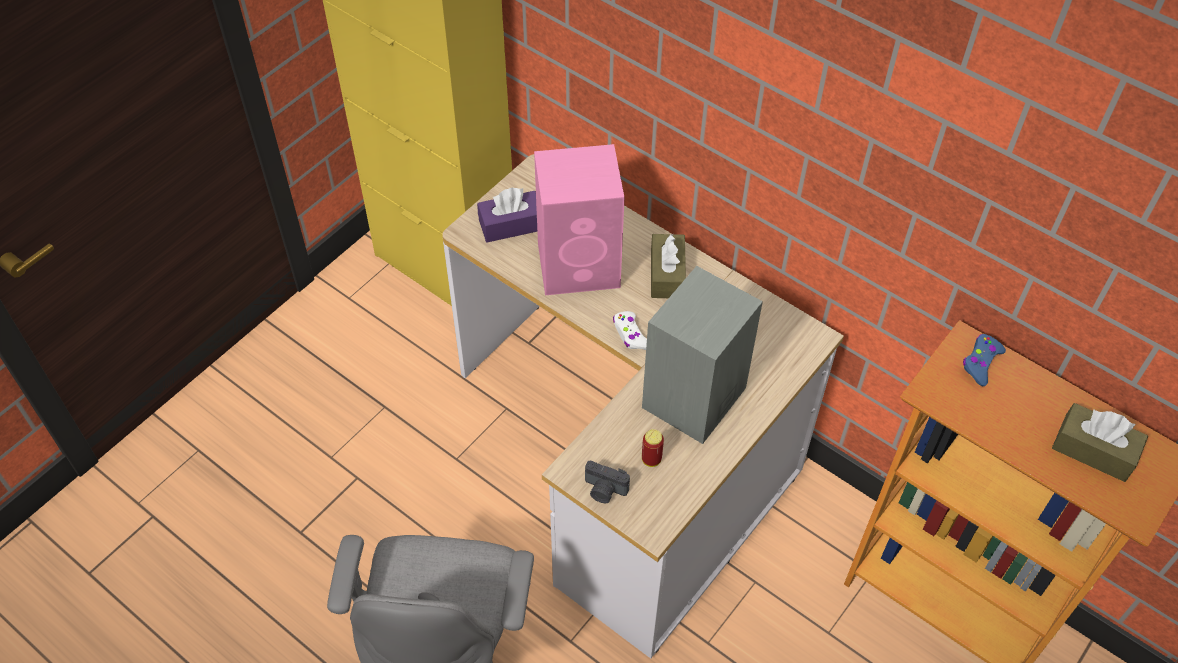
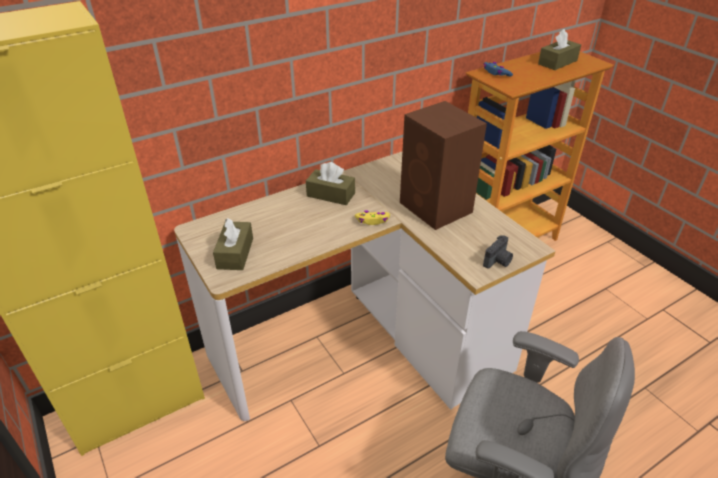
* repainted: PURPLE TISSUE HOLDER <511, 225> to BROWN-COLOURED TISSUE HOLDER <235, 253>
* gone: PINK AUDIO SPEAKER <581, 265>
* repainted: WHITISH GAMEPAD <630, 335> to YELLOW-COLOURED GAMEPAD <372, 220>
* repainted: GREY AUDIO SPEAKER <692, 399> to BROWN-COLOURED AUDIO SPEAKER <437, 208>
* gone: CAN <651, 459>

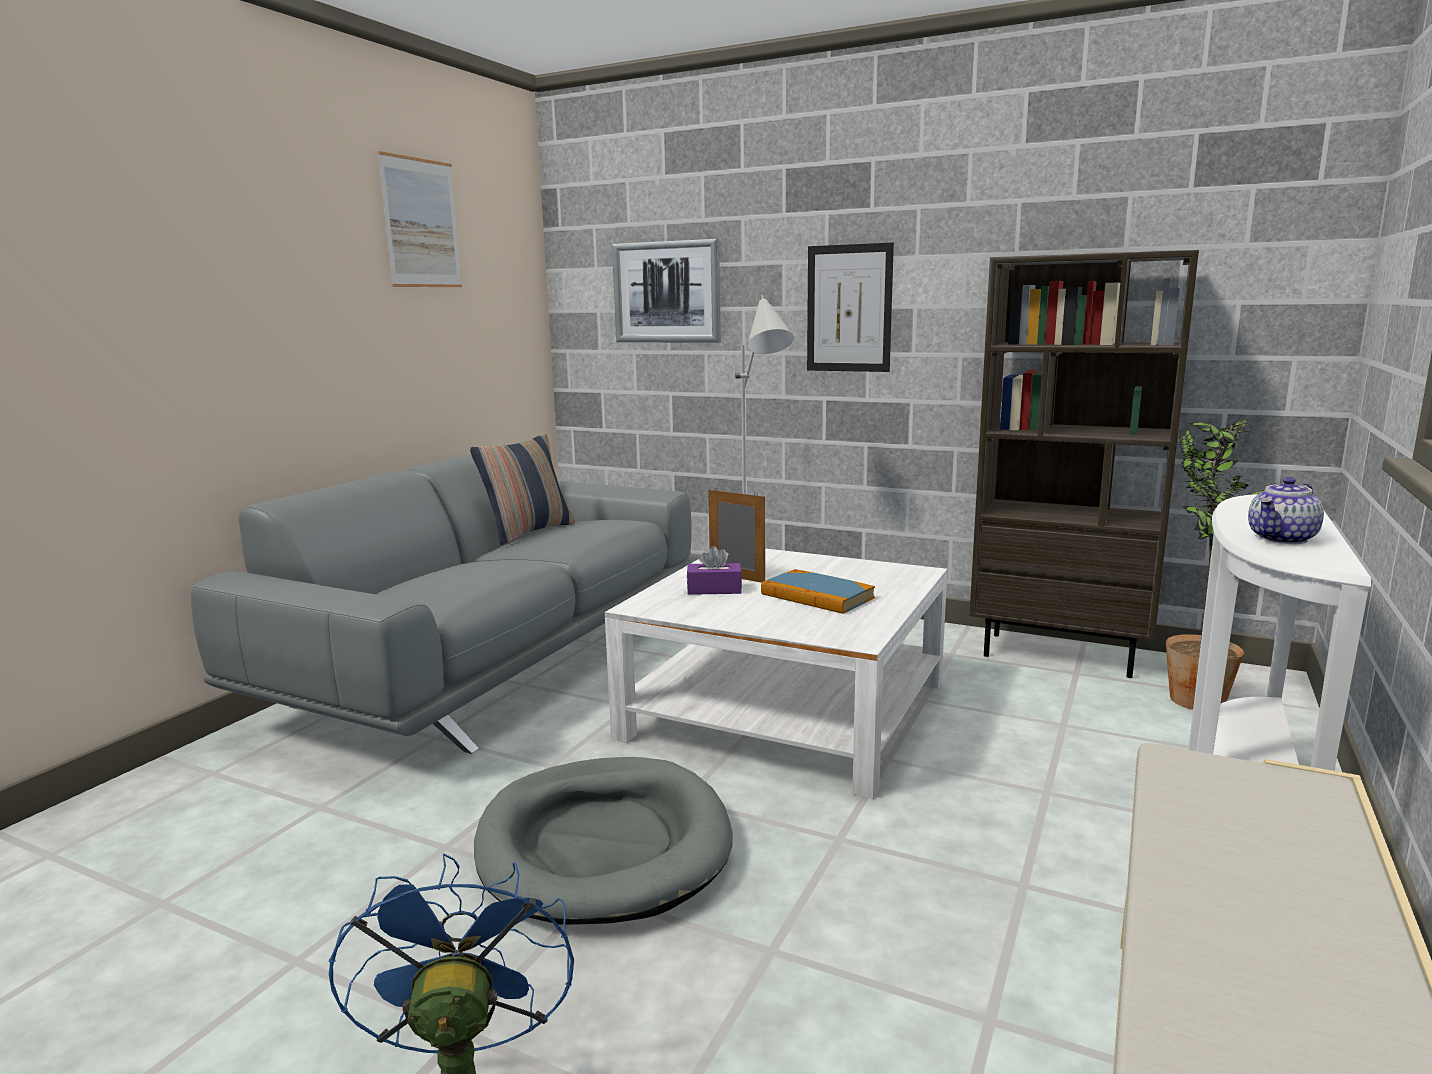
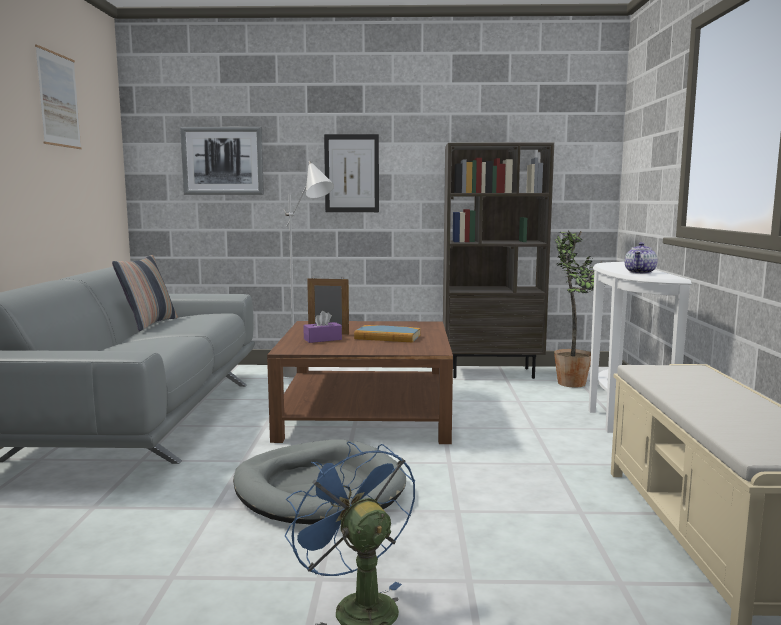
* repainted: WHITISH COFFEE TABLE <786, 709> to BROWN-COLOURED COFFEE TABLE <365, 414>

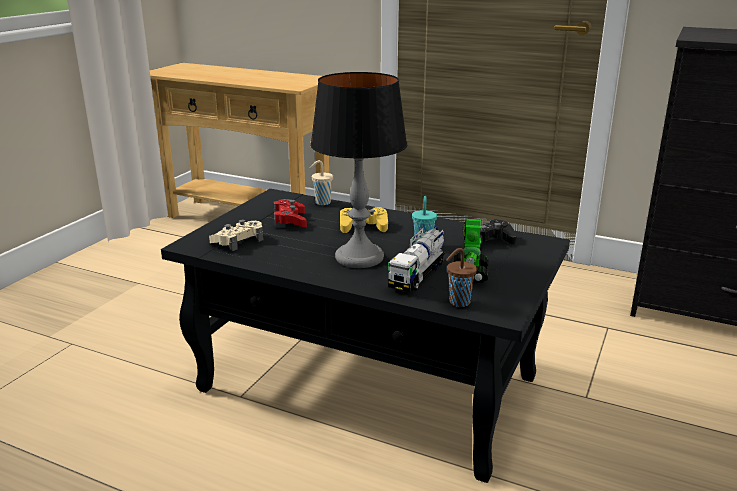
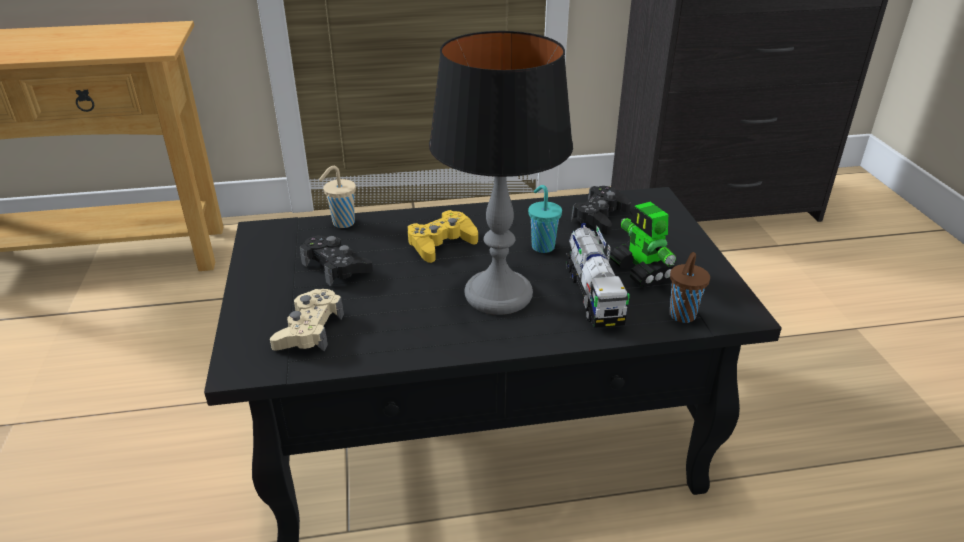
* repainted: RED-COLOURED GAMEPAD <290, 220> to BLACK GAMEPAD <336, 266>

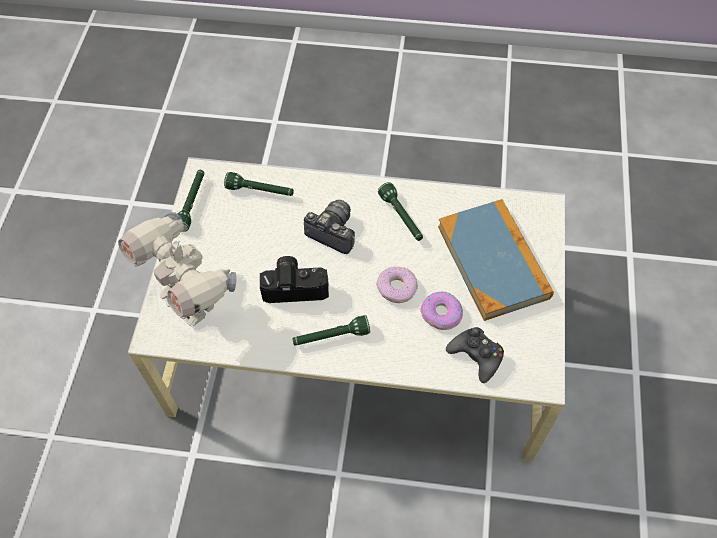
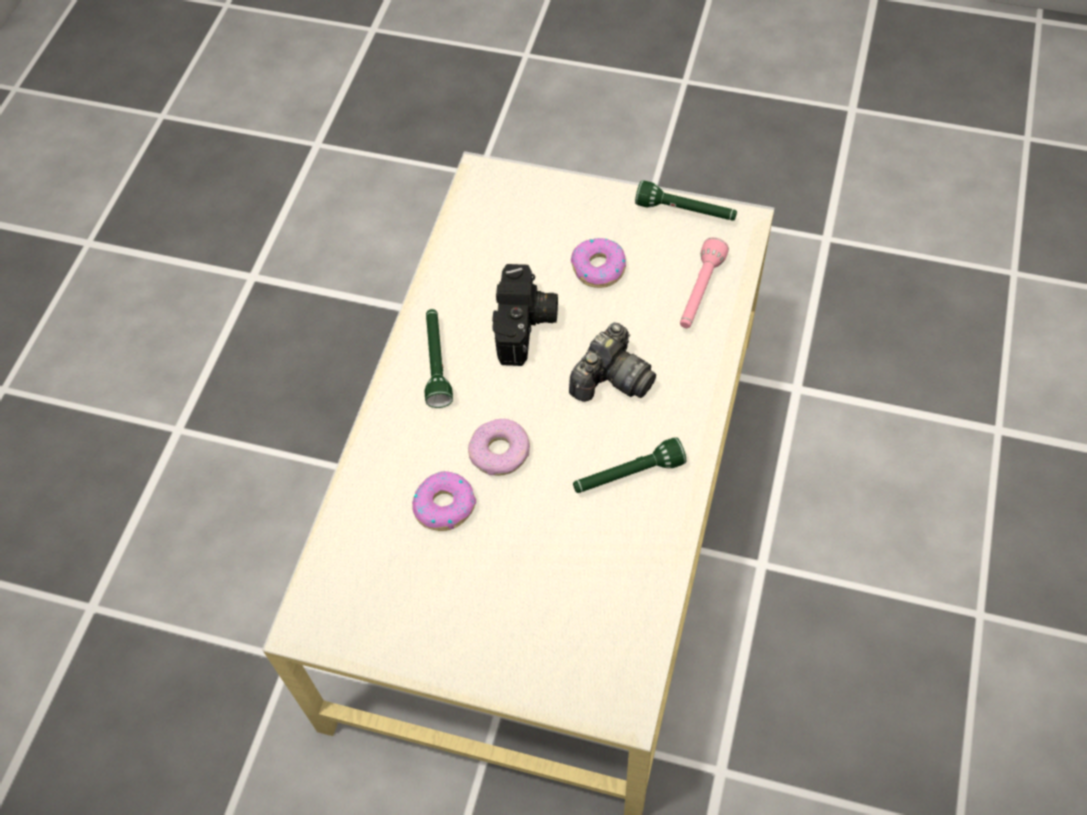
* gone: ROBOT FIGURE <191, 300>
* repainted: GREEN HAND TORCH <260, 191> to PINK HAND TORCH <700, 292>
* gone: VOLUME <493, 261>
* gone: BLACK GAMEPAD <476, 356>
* new: DONUT <598, 268>

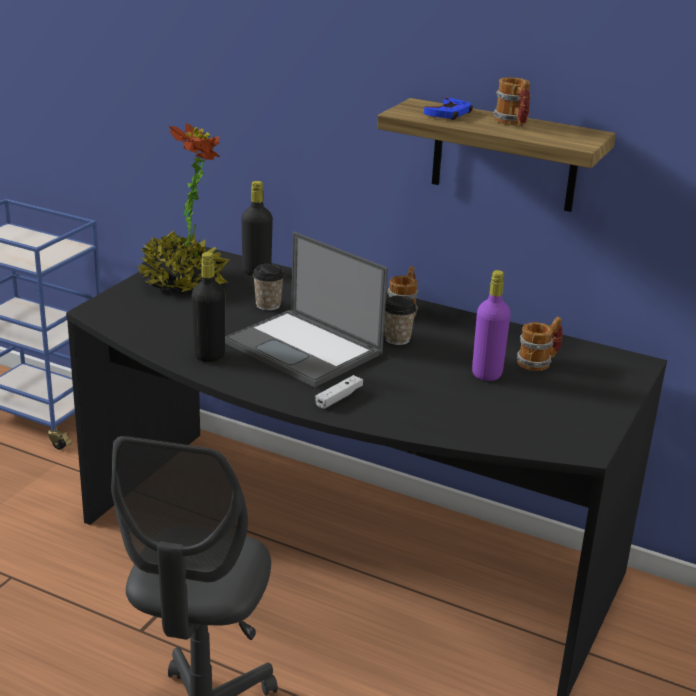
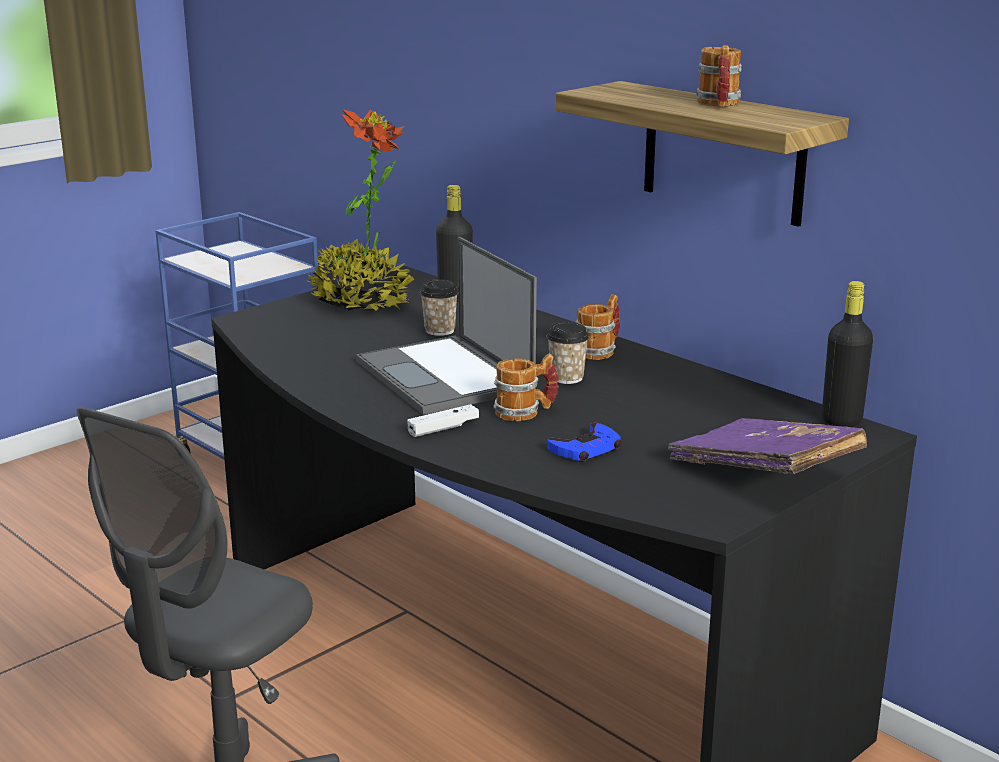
* shifted: BLACK BEVERAGE BOTTLE <209, 356> to <841, 420>
* shifted: BLUISH GAMEPAD <449, 113> to <586, 449>
* gone: PURPLE BEVERAGE BOTTLE <486, 374>
* shifted: TEA MUG <539, 362> to <526, 412>
* new: PURPLE VOLUME <764, 473>

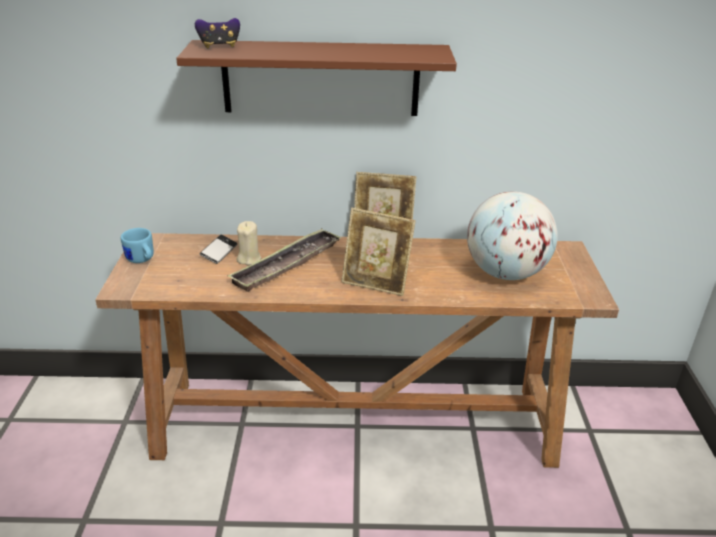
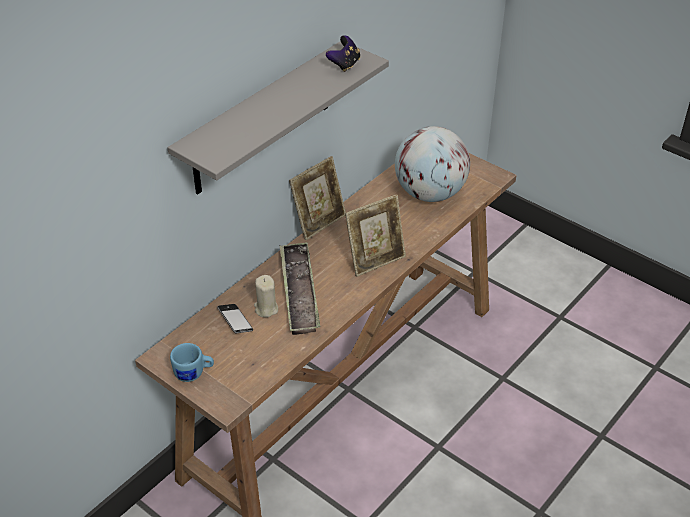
* repainted: BROWN-COLOURED BRACKET SHELF <320, 78> to GREY BRACKET SHELF <262, 119>
* shifted: GAMEPAD <219, 46> to <344, 65>

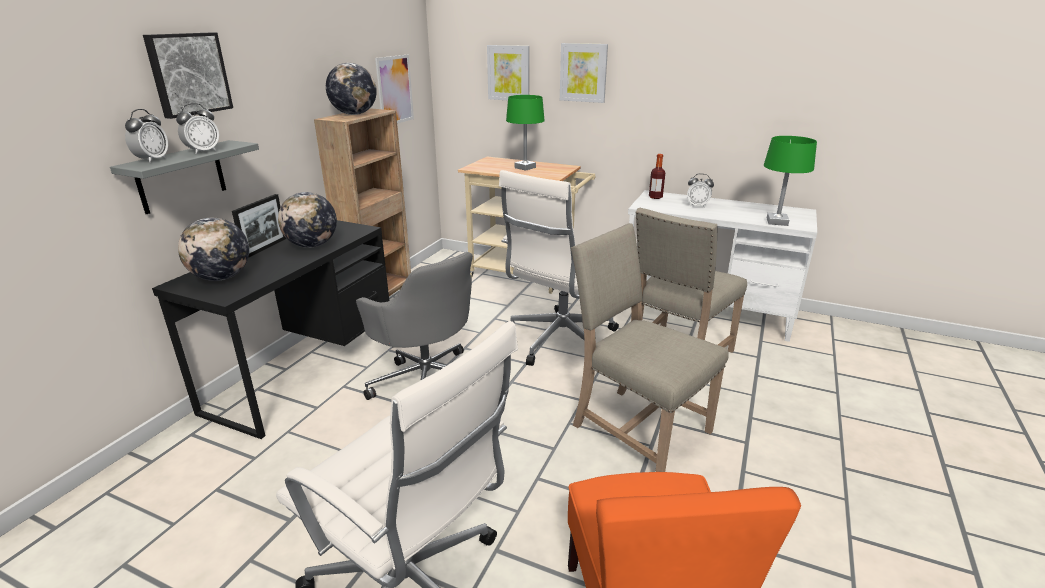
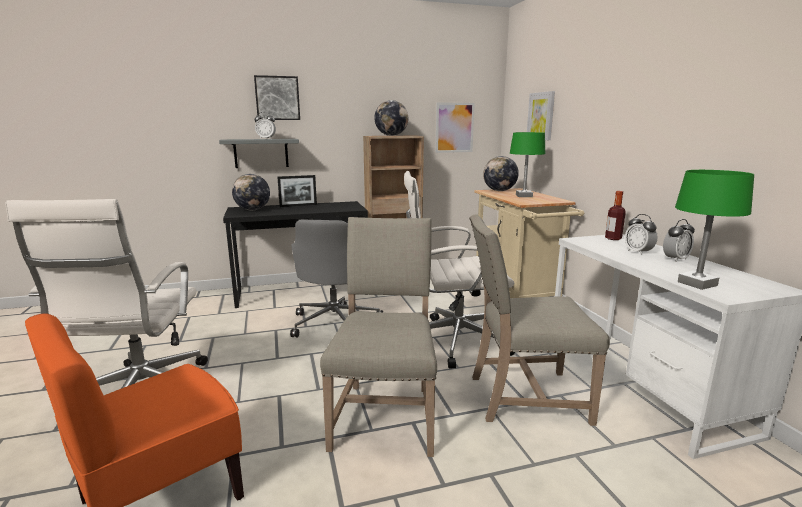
* shifted: ALARM CLOCK <152, 160> to <675, 259>
* shifted: GLOBE <312, 245> to <499, 191>
* gone: WALL ART <583, 72>

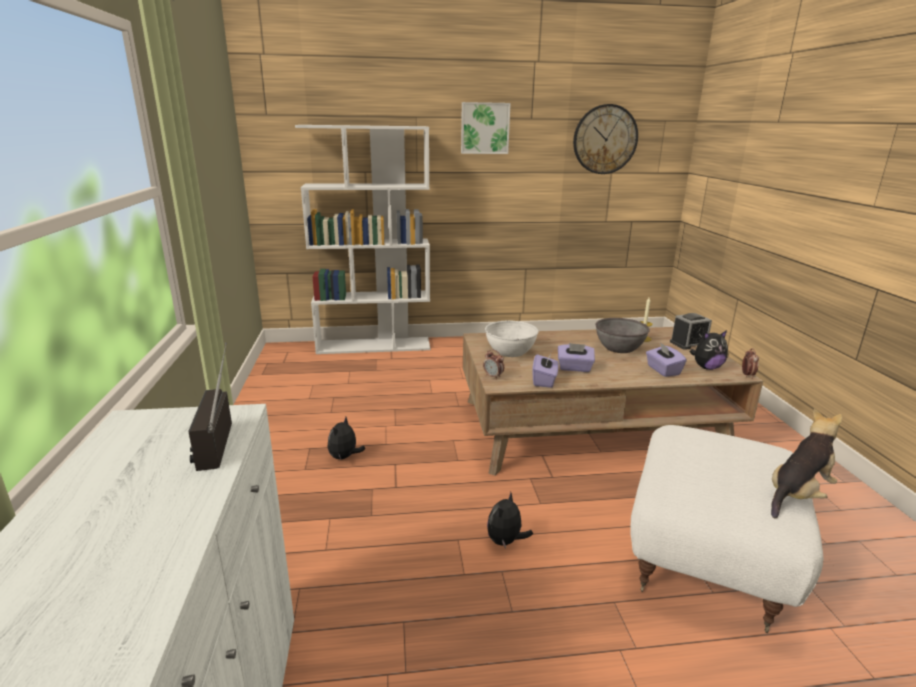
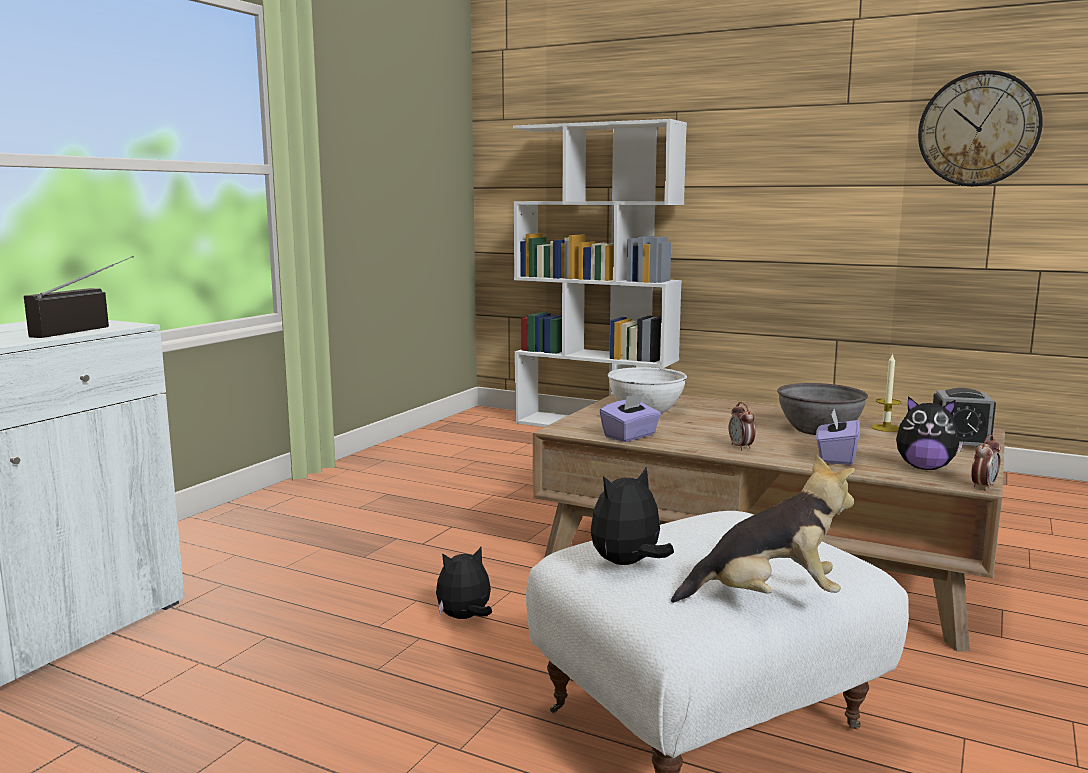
* shifted: PLUSH TOY <344, 457> to <627, 564>
* gone: WALL ART <484, 128>
* shifted: ALARM CLOCK <493, 376> to <741, 447>
* gone: PURPLE TISSUE HOLDER <574, 368>

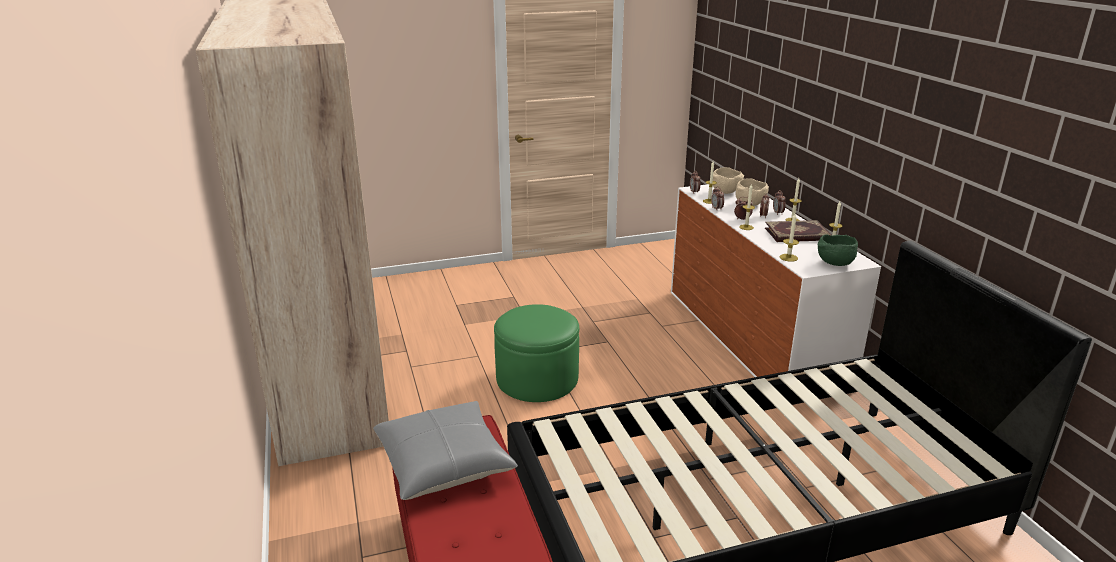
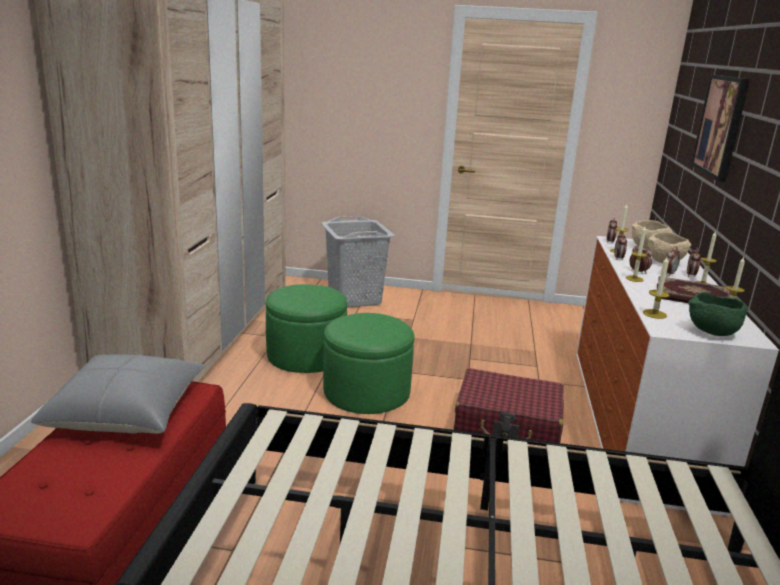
* new: GREEN OTTOMAN <306, 355>
* new: GREY LAUNDRY BASKET <355, 299>
* new: RED-COLOURED PIECE OF LUGGAGE <508, 425>
* new: WALL ART <721, 126>

